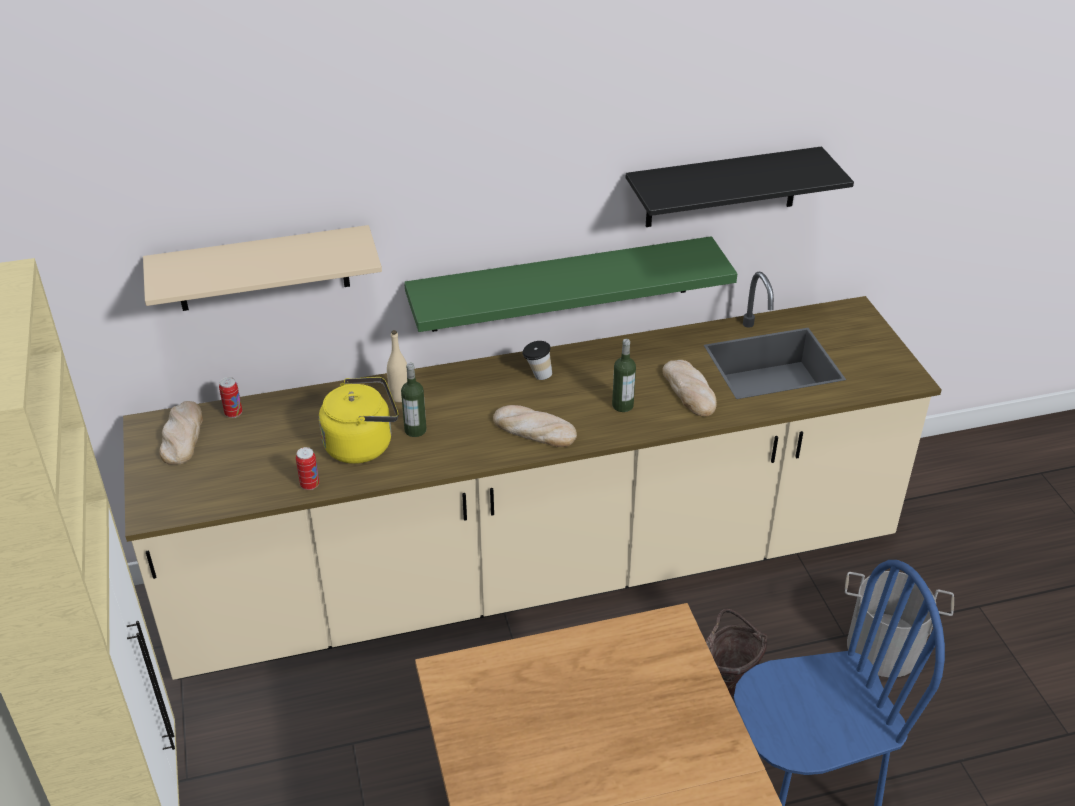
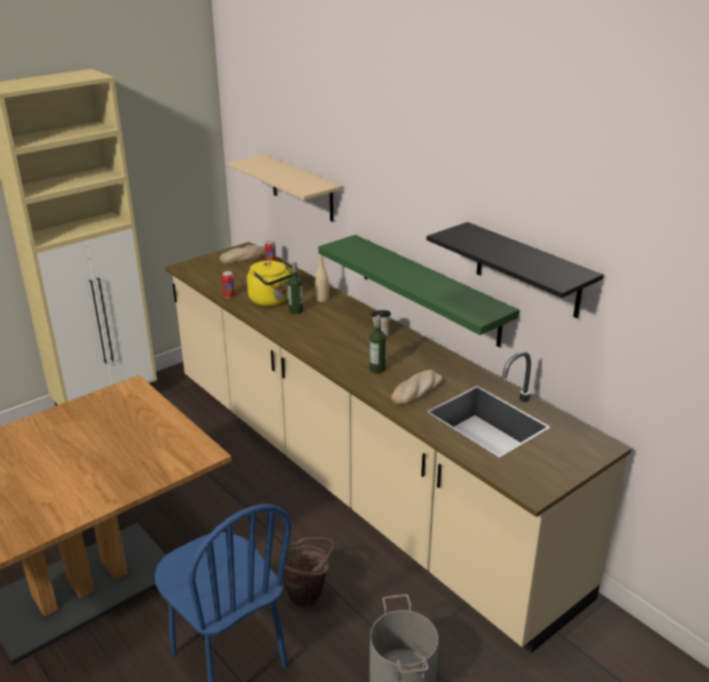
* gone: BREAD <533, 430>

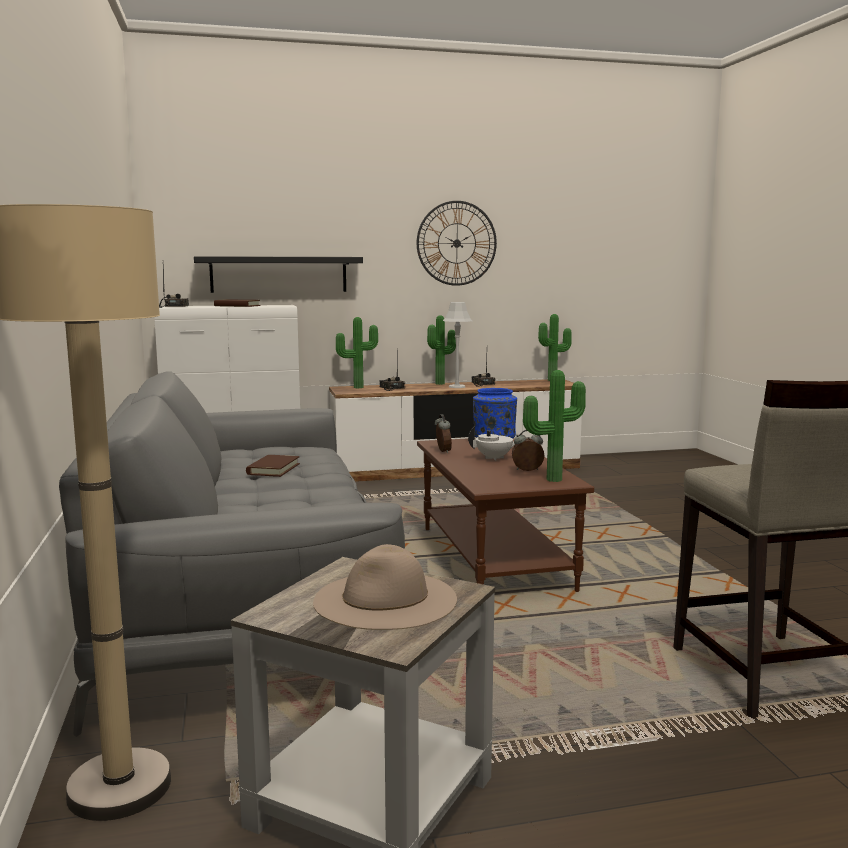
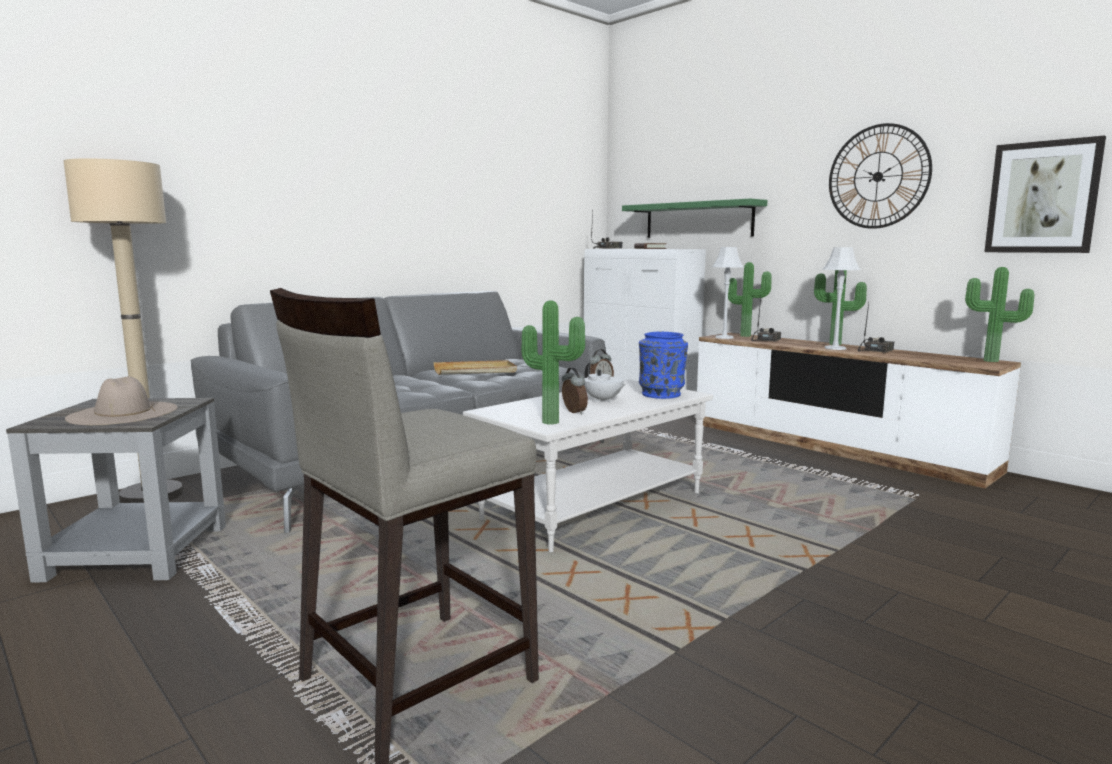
* repainted: BLACK BRACKET SHELF <279, 274> to GREEN BRACKET SHELF <698, 220>
* swapped: BROWN-COLOURED VOLUME <273, 469> to BEIGE TRAY <475, 371>
* repainted: BROWN-COLOURED COFFEE TABLE <492, 558> to WHITISH COFFEE TABLE <593, 505>
* new: GREY TABLE LAMP <724, 337>
* new: WALL ART <1042, 197>

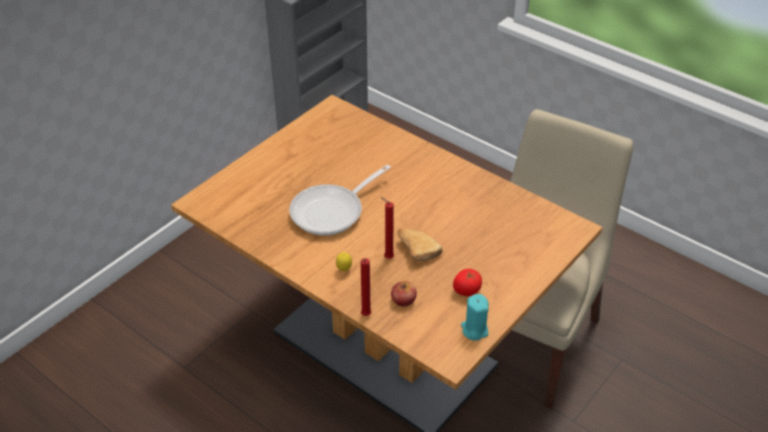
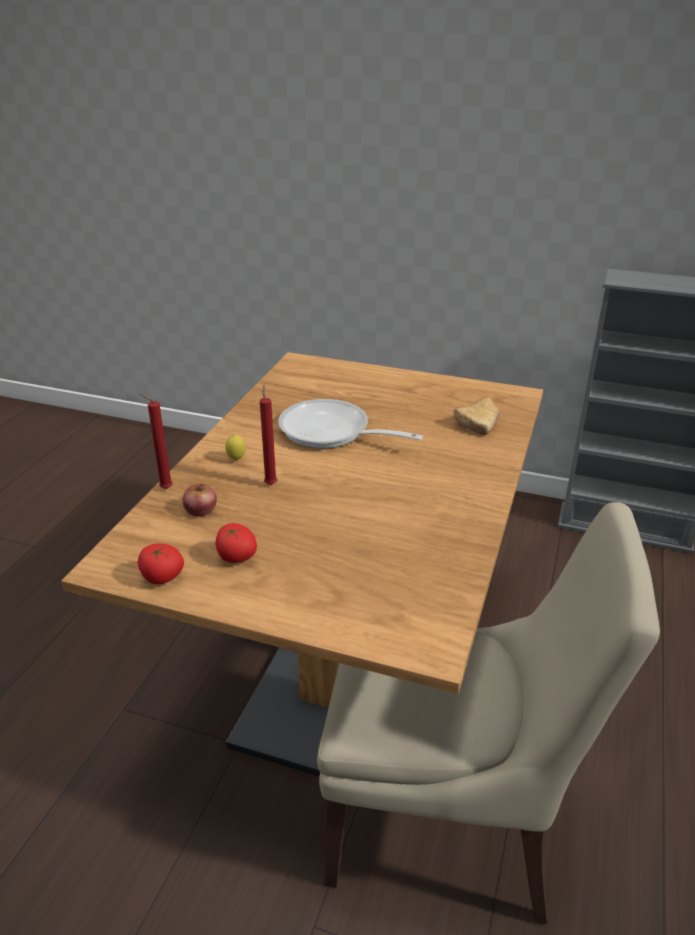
* shifted: BREAD <416, 249> to <480, 422>
* swapped: BLUE-GREEN WAX LIGHT <474, 330> to WHOLE TOMATO <162, 577>

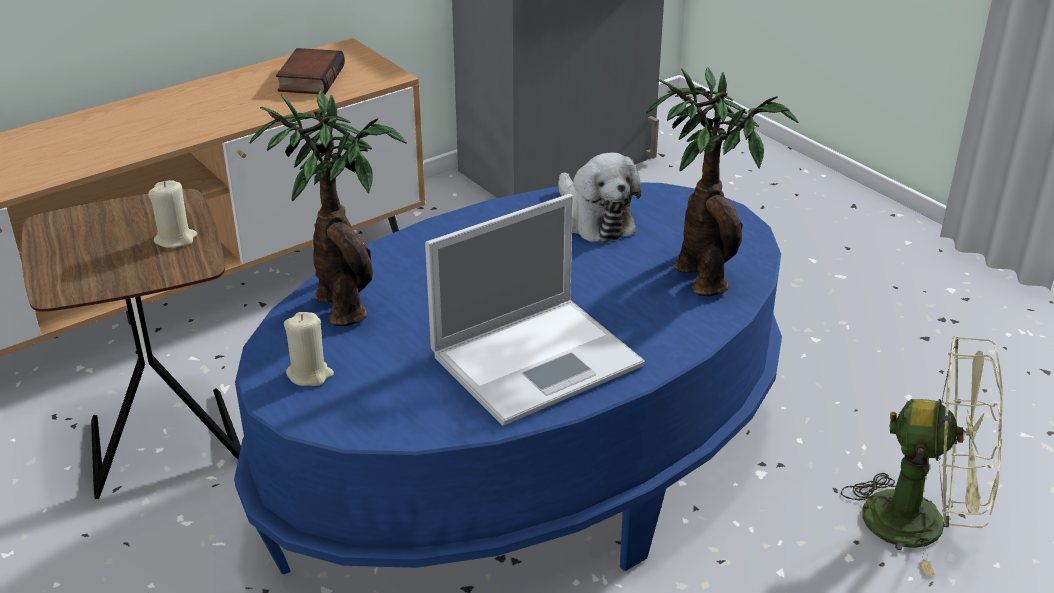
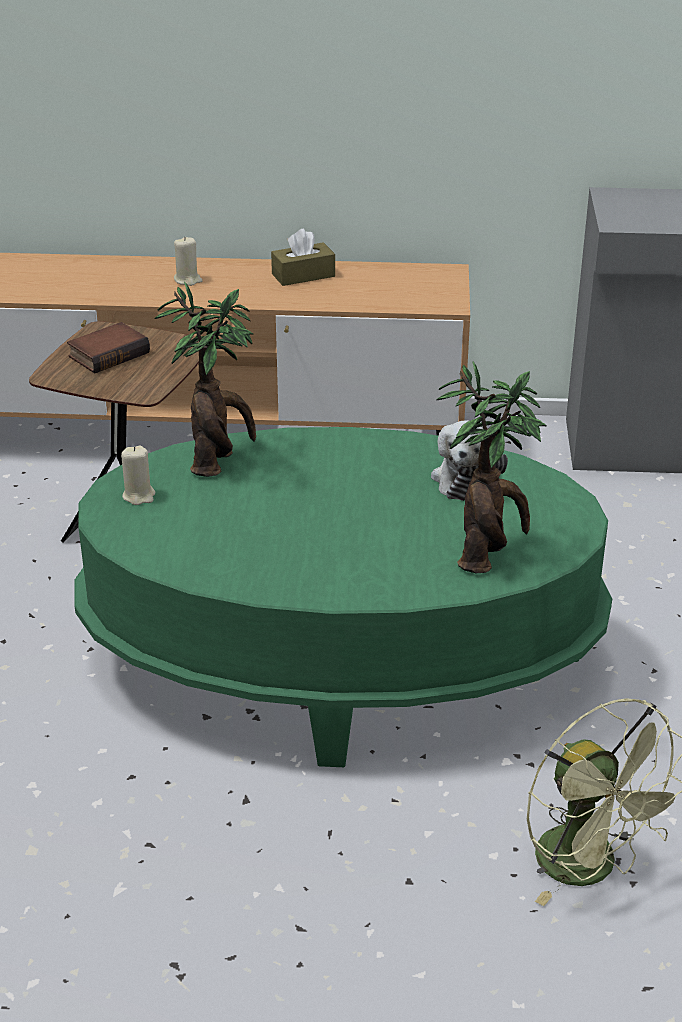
* shifted: BEIGE WAX LIGHT <175, 239> to <188, 280>
* repainted: BLUISH COFFEE TABLE <527, 466> to GREEN COFFEE TABLE <341, 662>
* shifted: VOLUME <309, 78> to <108, 353>
* gone: PORTABLE COMPUTER <539, 358>
* new: BROWN-COLOURED TISSUE HOLDER <303, 275>

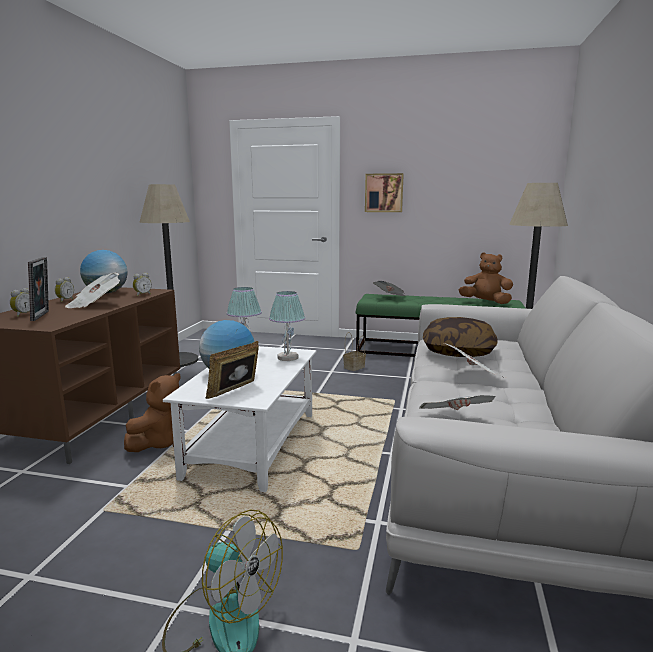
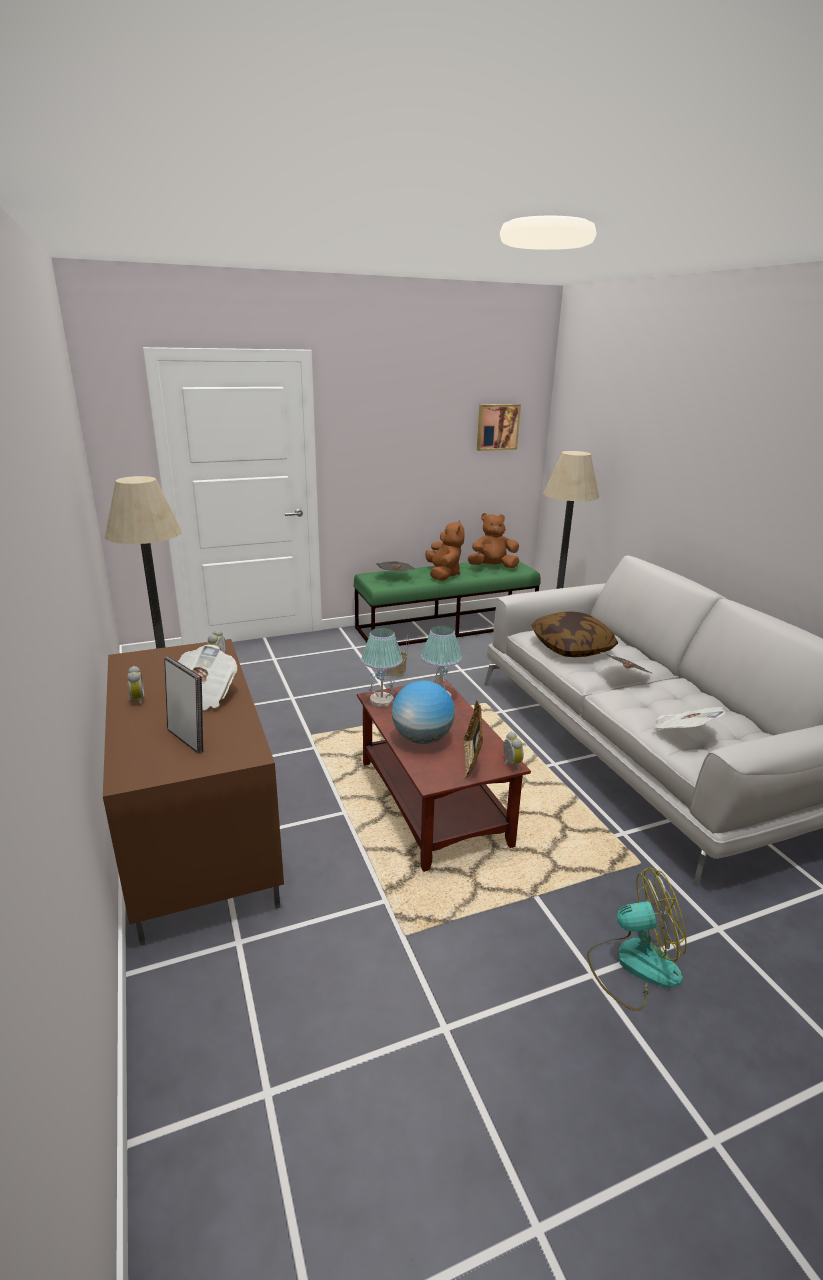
* shifted: ALARM CLOCK <22, 314> to <510, 764>
* gone: GLOBE <106, 293>
* shifted: BROWN-COLOURED PLUSH TOY <160, 442> to <443, 574>
* repainted: WHITISH COFFEE TABLE <253, 445> to BROWN-COLOURED COFFEE TABLE <433, 803>
* shifted: WALL ART <384, 193> to <497, 427>

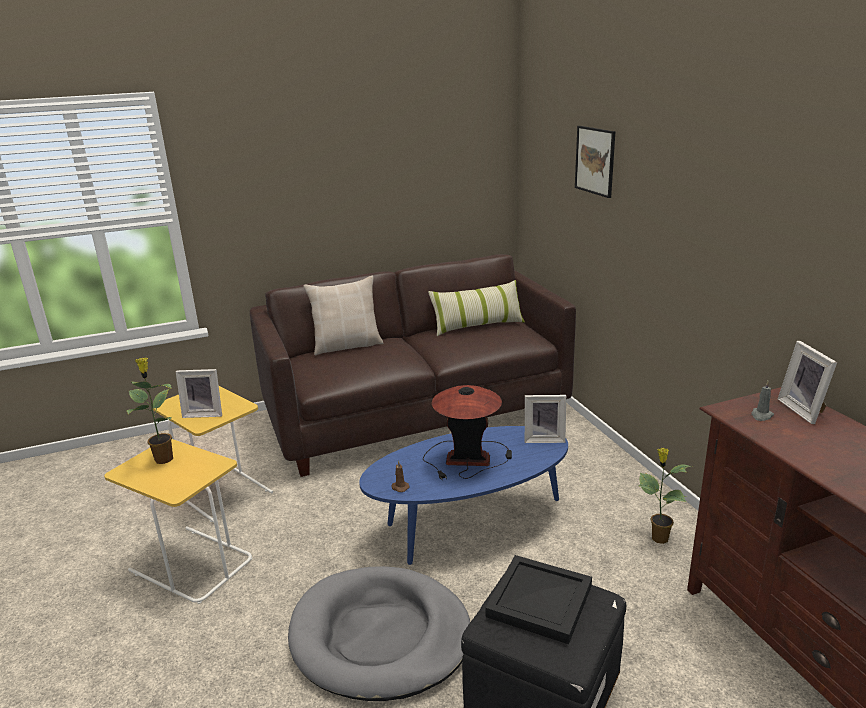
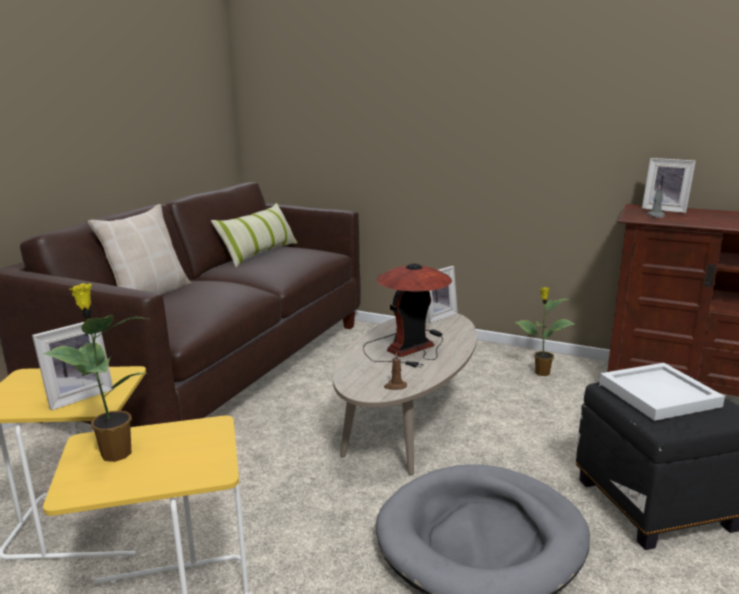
* repainted: BLUISH COFFEE TABLE <468, 524> to BEIGE COFFEE TABLE <408, 424>
* repainted: BLACK TRAY <541, 600> to WHITISH TRAY <658, 394>
* gone: WALL ART <595, 161>

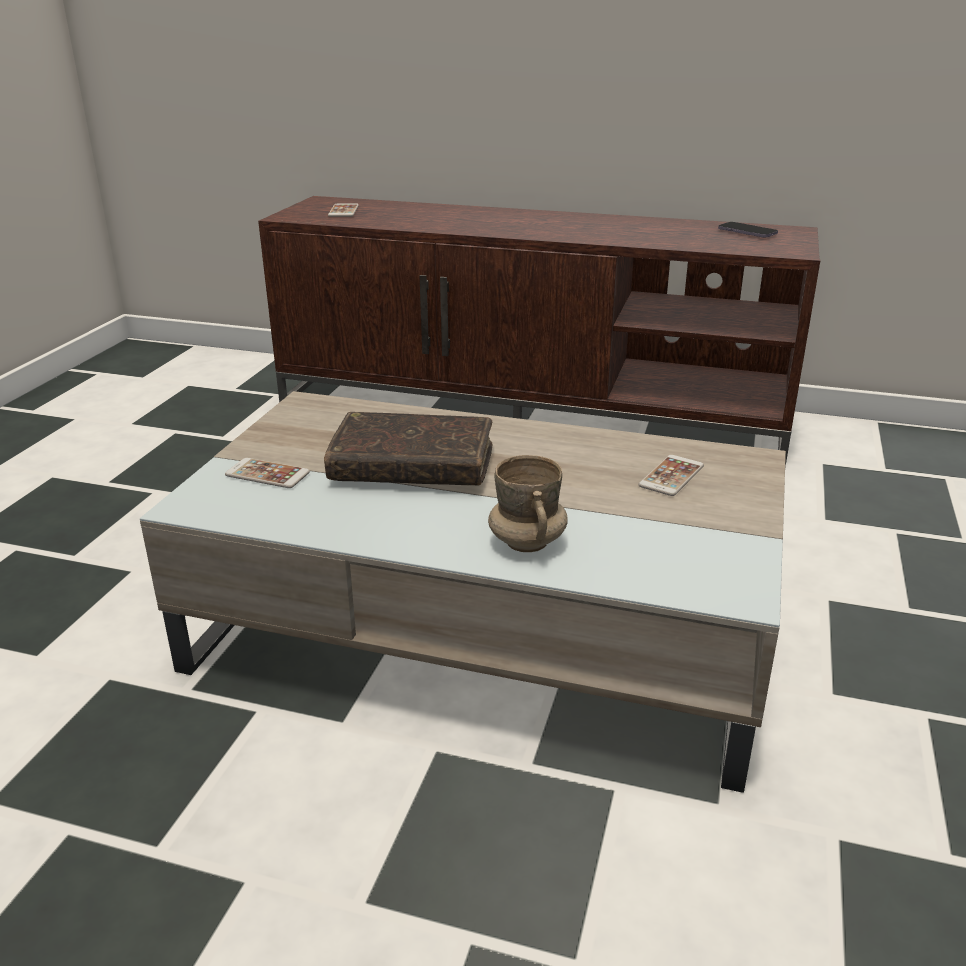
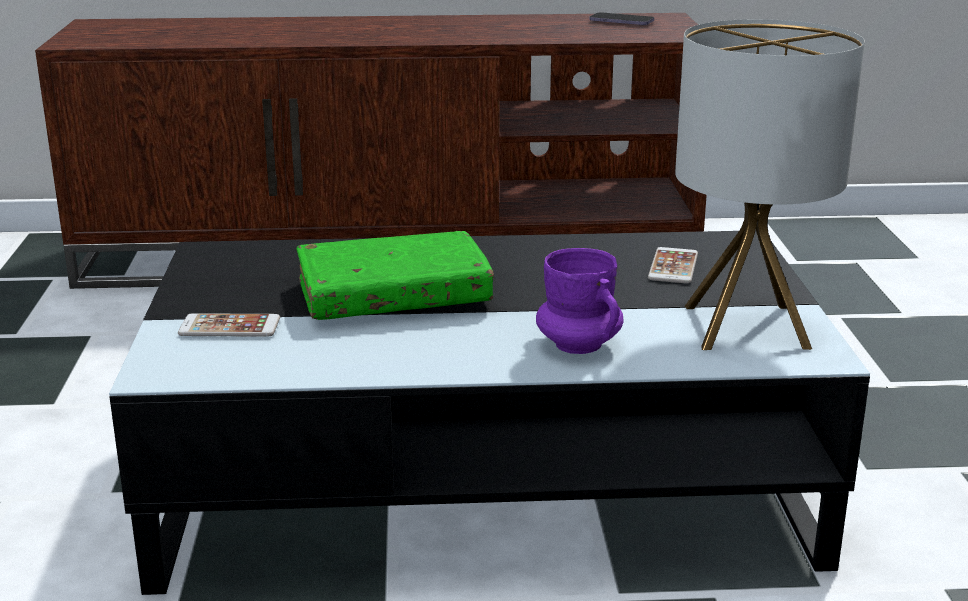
* repainted: BEIGE COFFEE TABLE <483, 629> to BLACK COFFEE TABLE <484, 480>
* repainted: BROWN-COLOURED VOLUME <412, 466> to GREEN VOLUME <393, 296>
* gone: TELEPHONE <343, 211>
* repainted: BEIGE TEA MUG <527, 542> to PURPLE TEA MUG <579, 345>
* new: TABLE LAMP <745, 327>

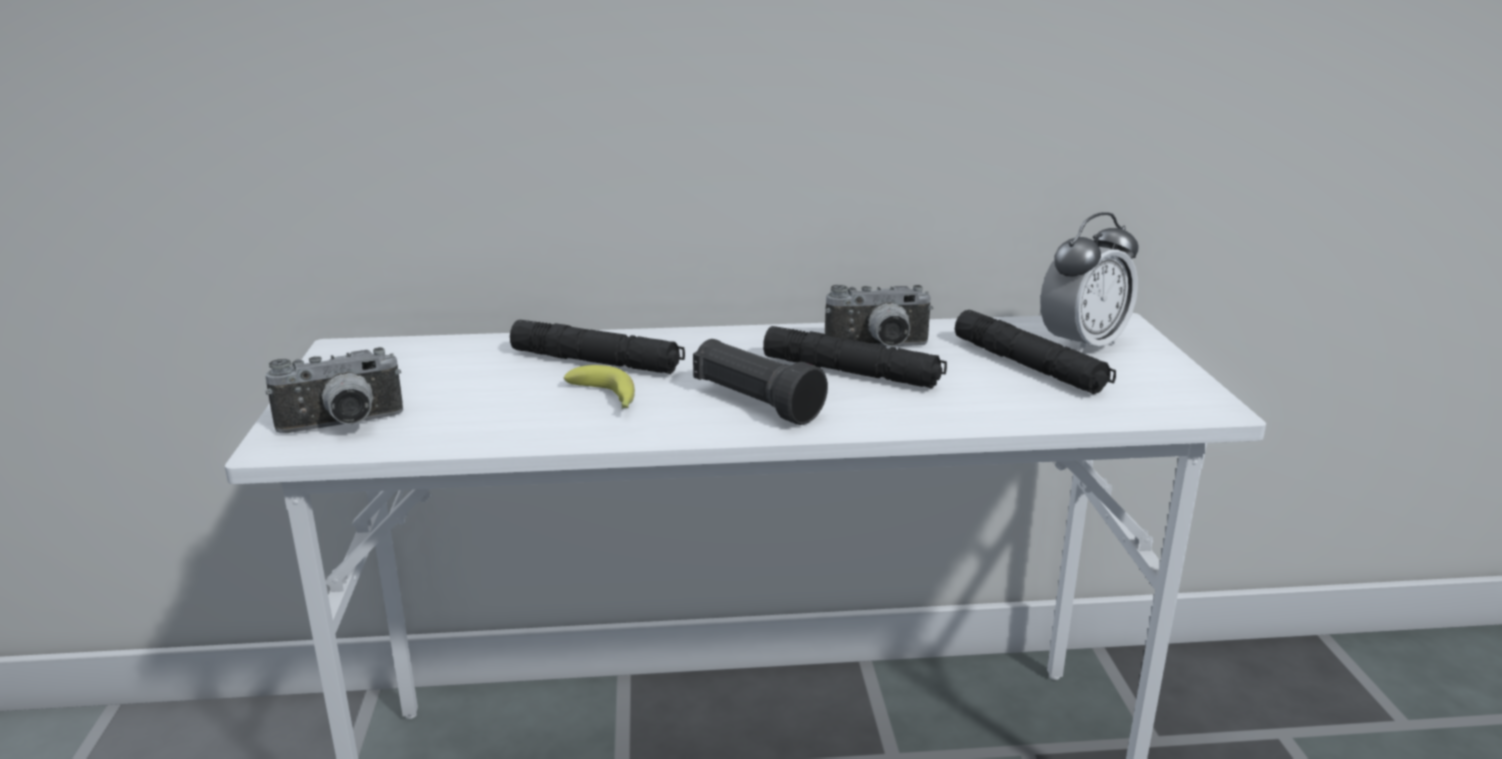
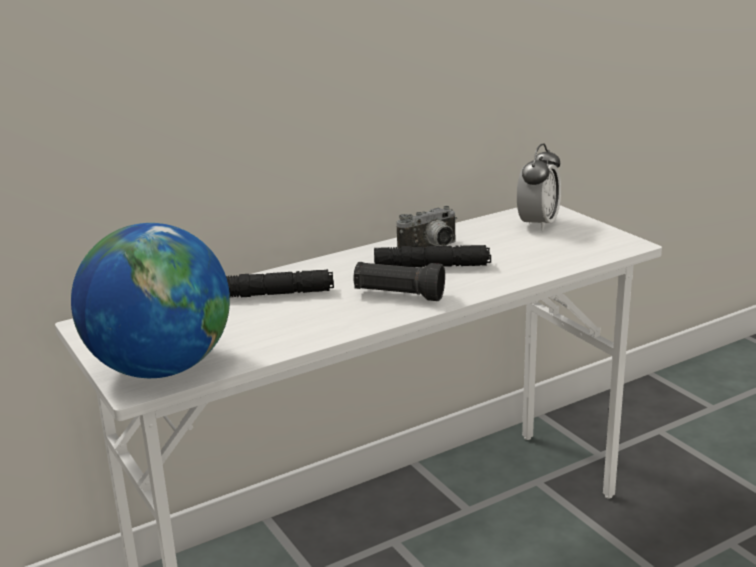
* swapped: STILL CAMERA <342, 426> to GLOBE <160, 369>
* gone: WHOLE BANANA <606, 399>
* gone: BLACK HAND TORCH <1029, 366>

